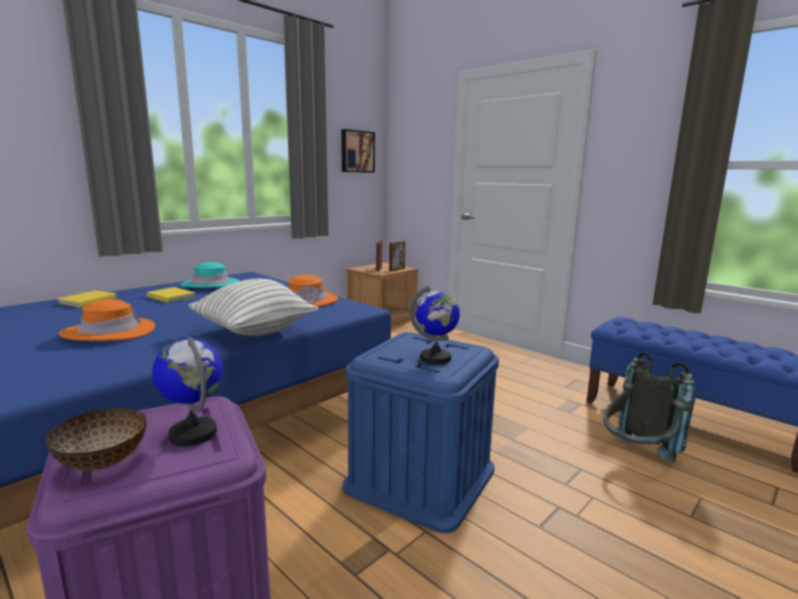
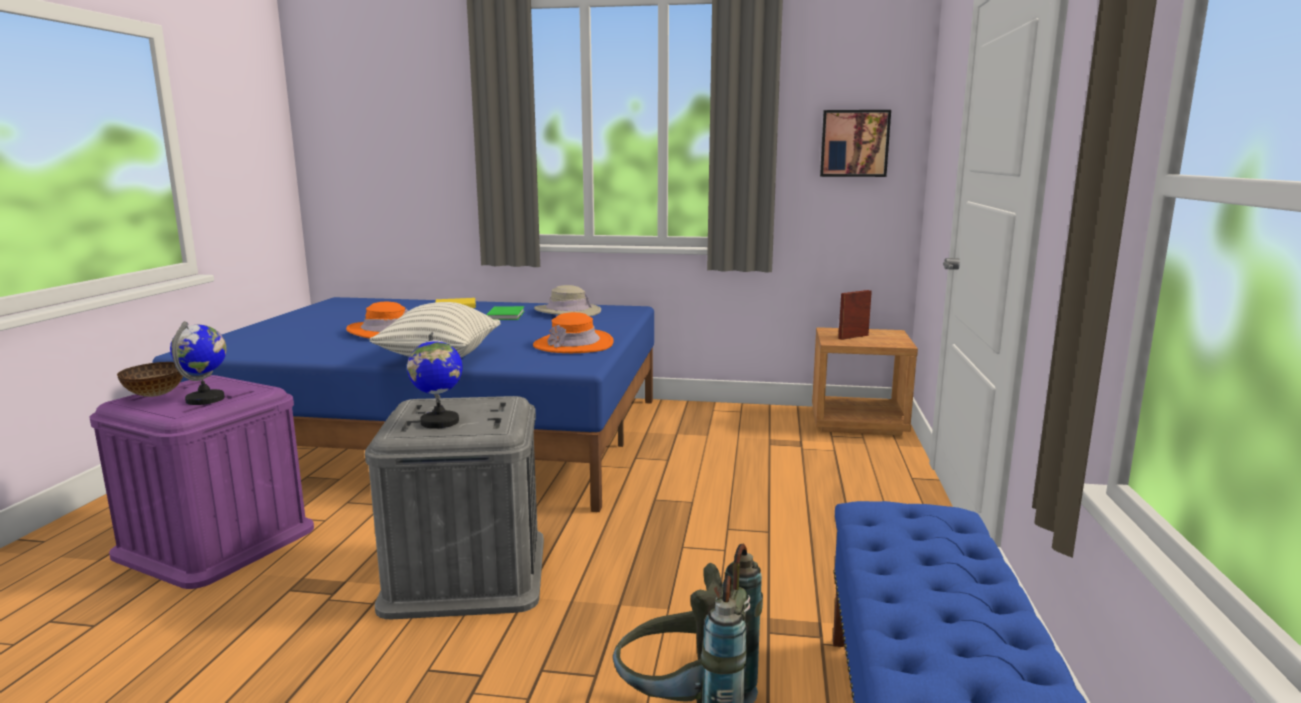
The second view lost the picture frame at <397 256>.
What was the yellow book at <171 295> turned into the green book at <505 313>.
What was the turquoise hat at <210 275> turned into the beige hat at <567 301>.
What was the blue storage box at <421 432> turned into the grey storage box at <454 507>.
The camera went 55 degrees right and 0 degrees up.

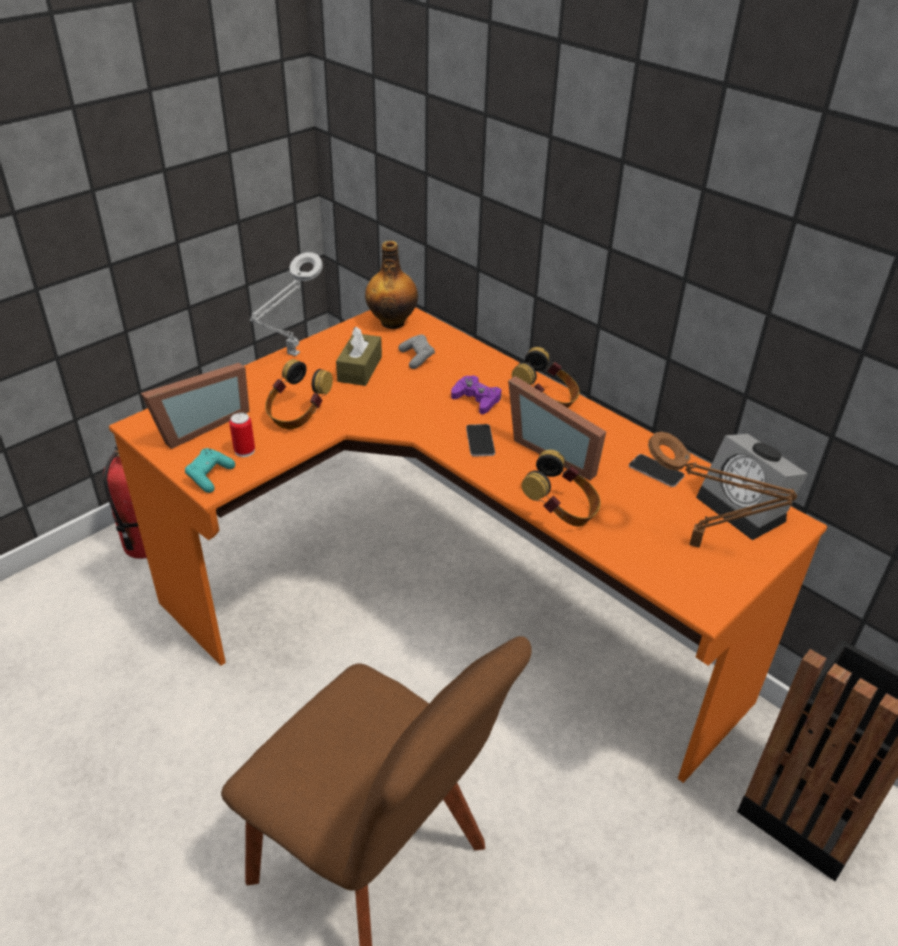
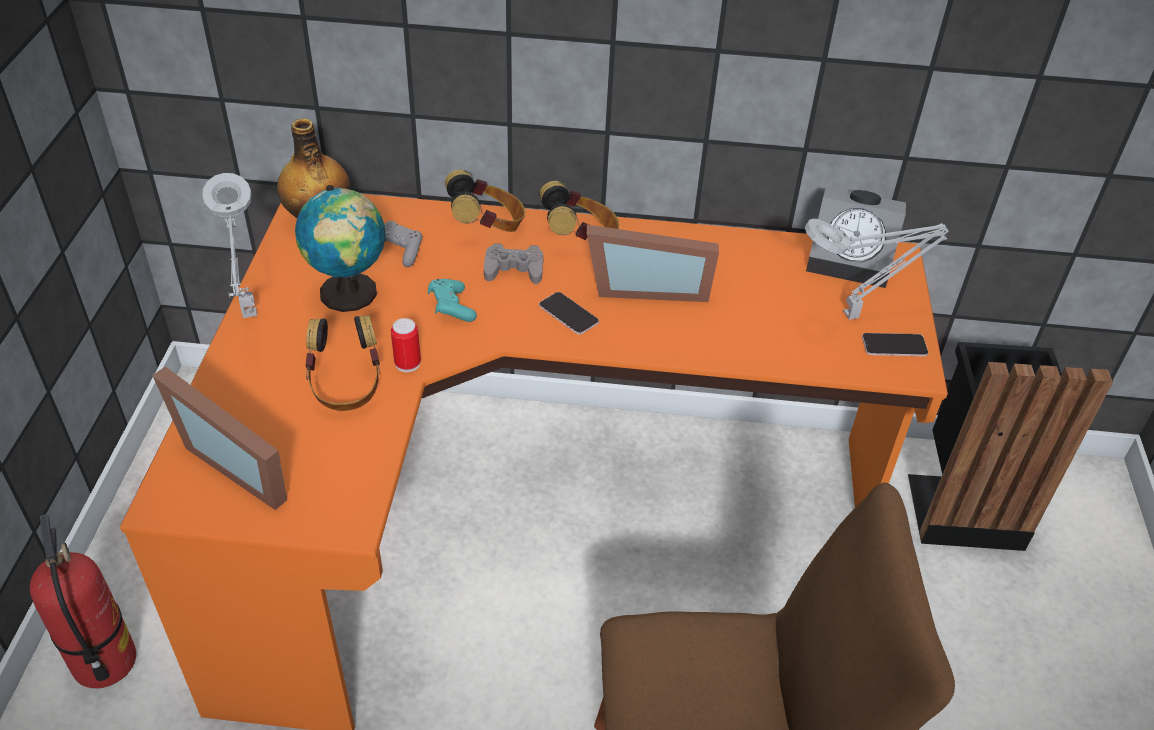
The turquoise game controller ended up elsewhere, having gone from <210 470> to <452 300>.
The can ended up elsewhere, having gone from <242 435> to <406 345>.
The headphones ended up elsewhere, having gone from <561 488> to <485 200>.
The phone ended up elsewhere, having gone from <657 470> to <895 344>.
Where the brown tissue box stood at <359 356>, the globe came to stand at <340 248>.
What was the purple game controller at <476 394> turned into the grey game controller at <513 263>.
What was the brown table lamp at <722 490> turned into the grey table lamp at <877 269>.
The picture frame at <195 406> ended up facing another way, 120 degrees clockwise from before.
The camera went 40 degrees left and 5 degrees up.

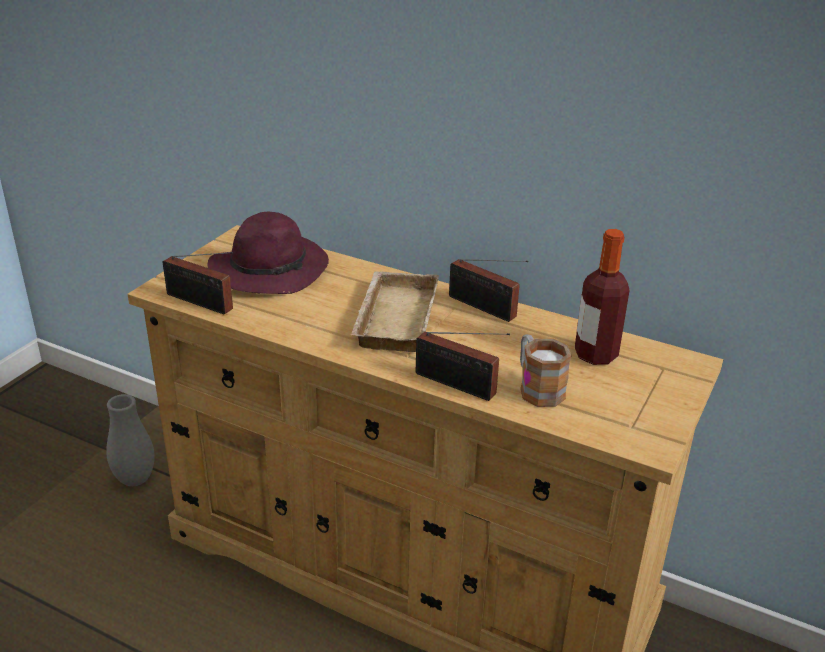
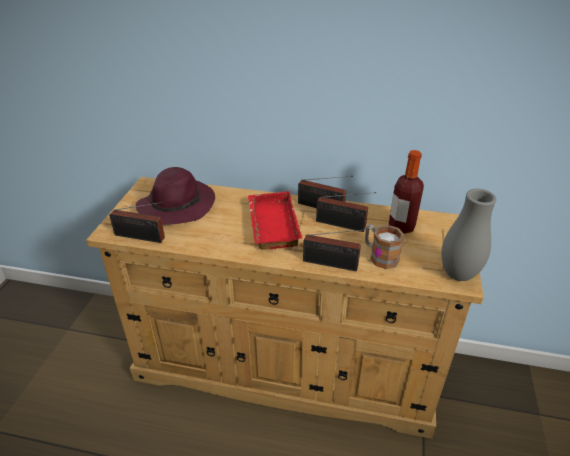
The second view gained the radio at <346 212>.
The grey vase ended up elsewhere, having gone from <130 440> to <469 235>.
What was the beige tray at <395 311> turned into the red tray at <275 220>.
The camera went 15 degrees left and 5 degrees up.

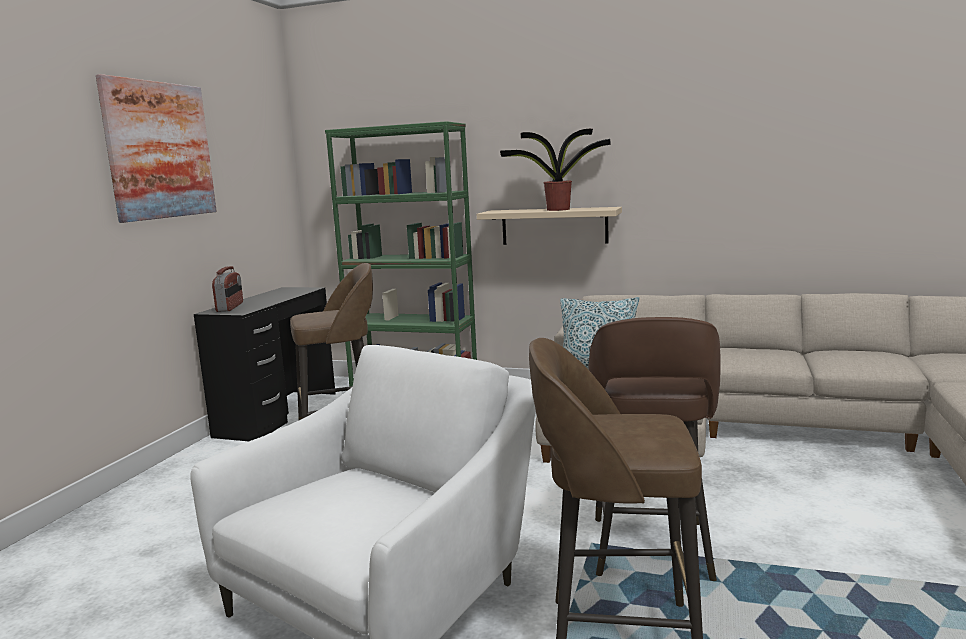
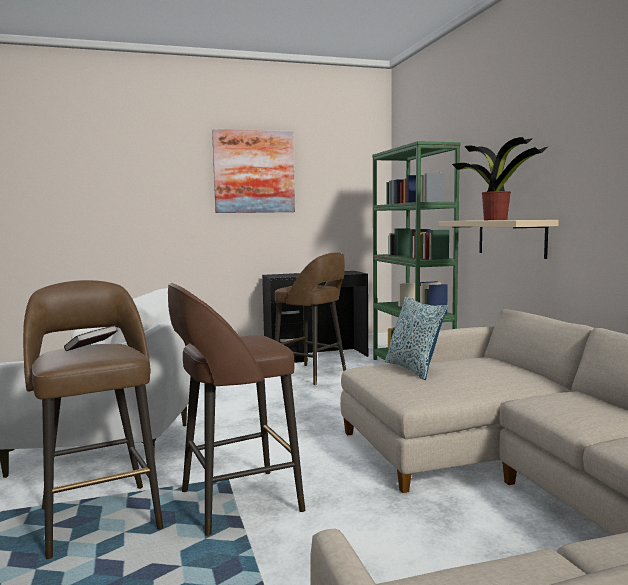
The second view lost the radio at <227 289>.
The second view gained the book at <91 338>.
The camera went 55 degrees right and 5 degrees down.

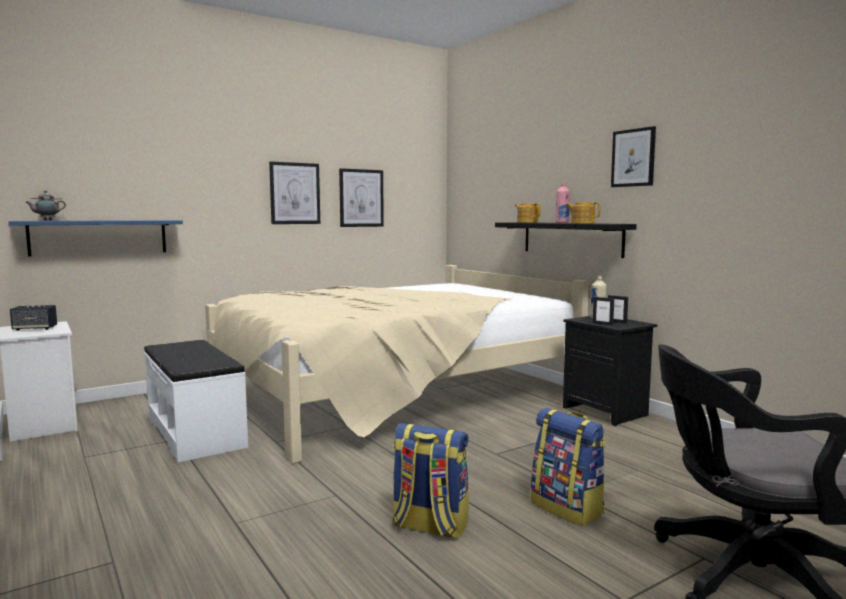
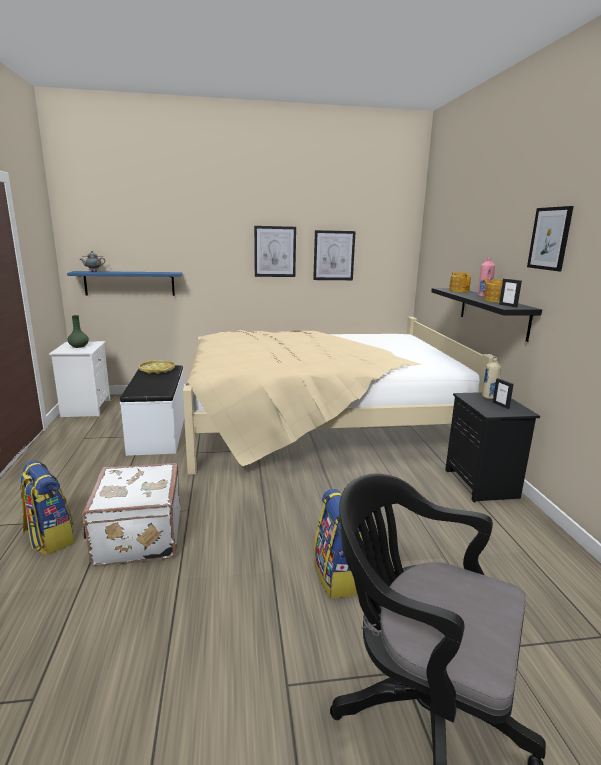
The second view gained the white suitcase at <131 514>.
The second view gained the yellow tray at <157 367>.
The backpack ended up elsewhere, having gone from <430 481> to <47 507>.
The picture frame ended up elsewhere, having gone from <603 311> to <510 293>.
Where the speaker stood at <33 318>, the green vase came to stand at <78 331>.
The camera went 25 degrees right and 10 degrees up.

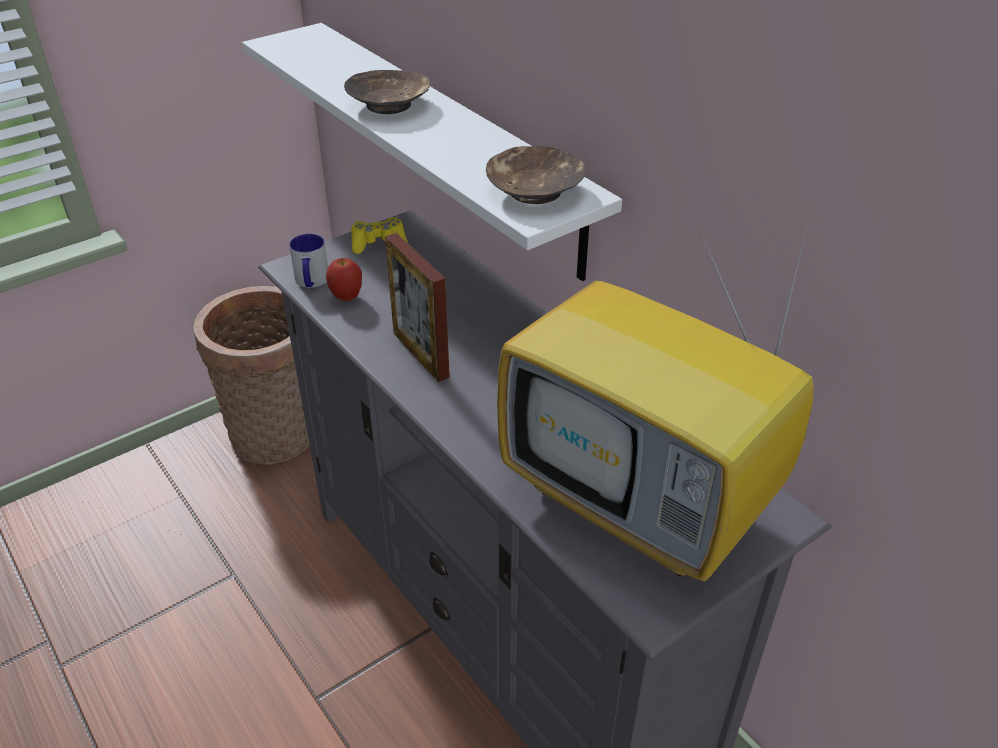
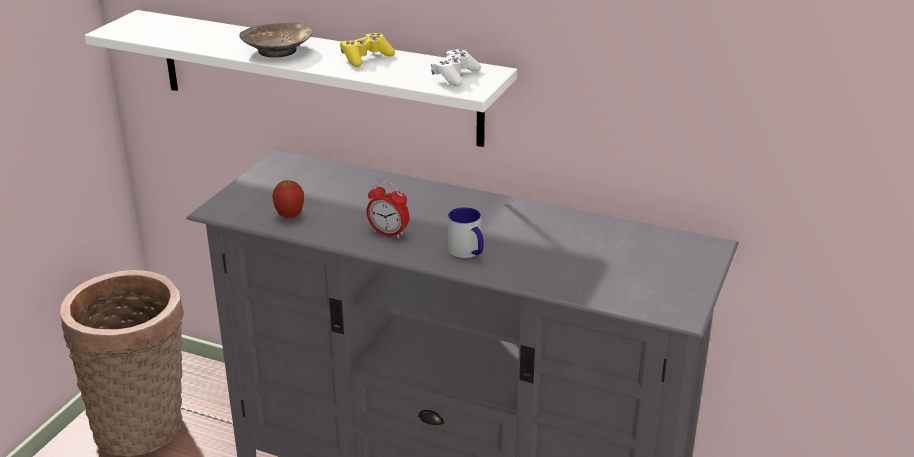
The second view lost the television at <655 391>.
The mug ended up elsewhere, having gone from <308 261> to <466 232>.
The yellow game controller ended up elsewhere, having gone from <379 235> to <367 50>.
Where the picture frame stood at <417 307>, the alarm clock came to stand at <388 210>.
Where the brown bowl stood at <536 175>, the white game controller came to stand at <456 67>.
The camera went 30 degrees left and 10 degrees down.

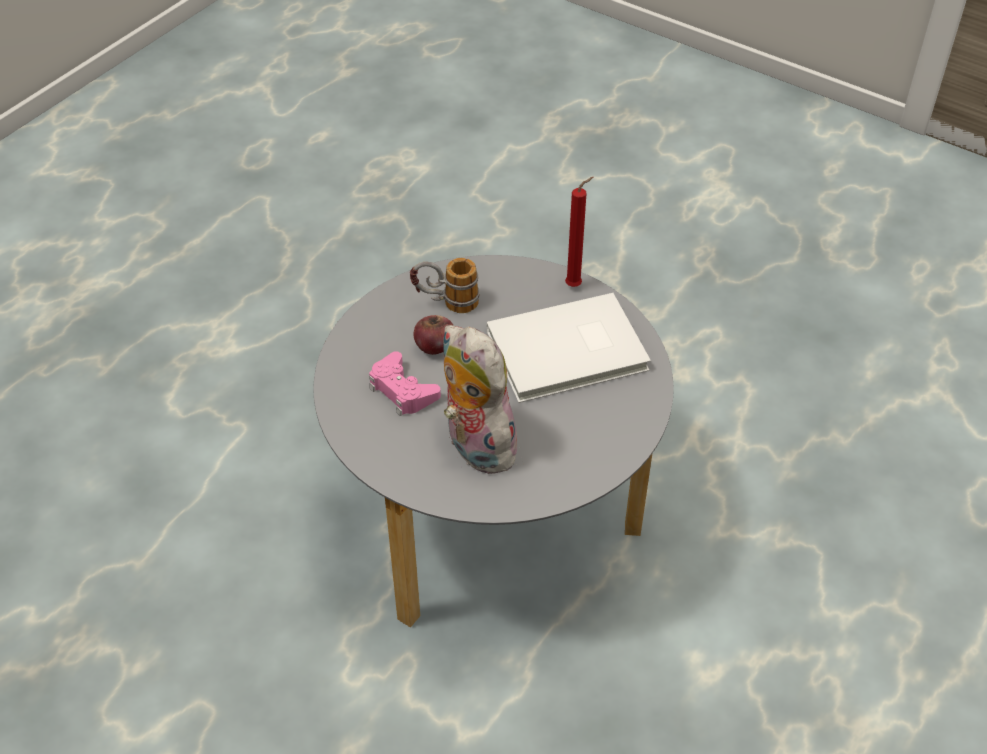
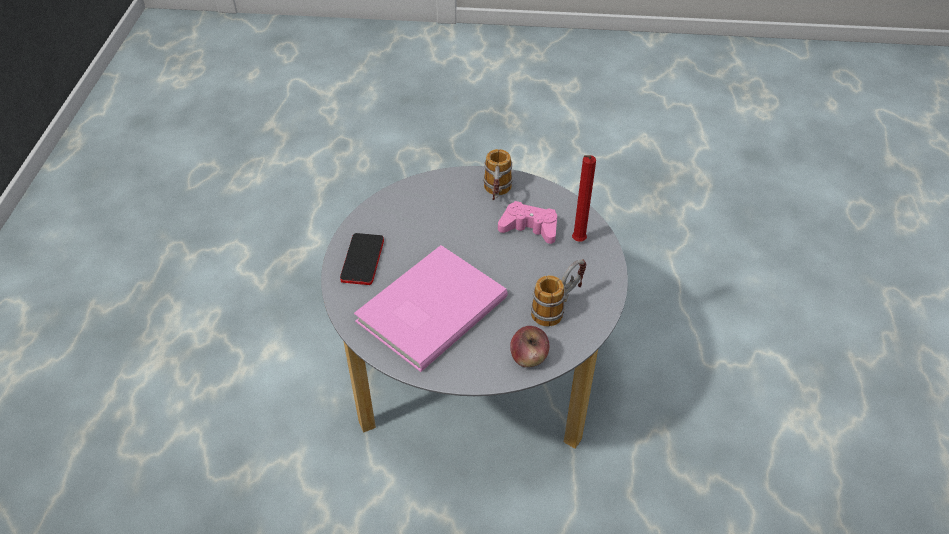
The second view lost the plush toy at <480 399>.
The second view gained the phone at <362 259>.
The second view gained the mug at <498 174>.
The apple ended up elsewhere, having gone from <433 335> to <529 346>.
The red candle ended up elsewhere, having gone from <579 232> to <584 198>.
What was the white book at <568 348> turned into the pink book at <431 308>.
The camera went 150 degrees right and 0 degrees up.

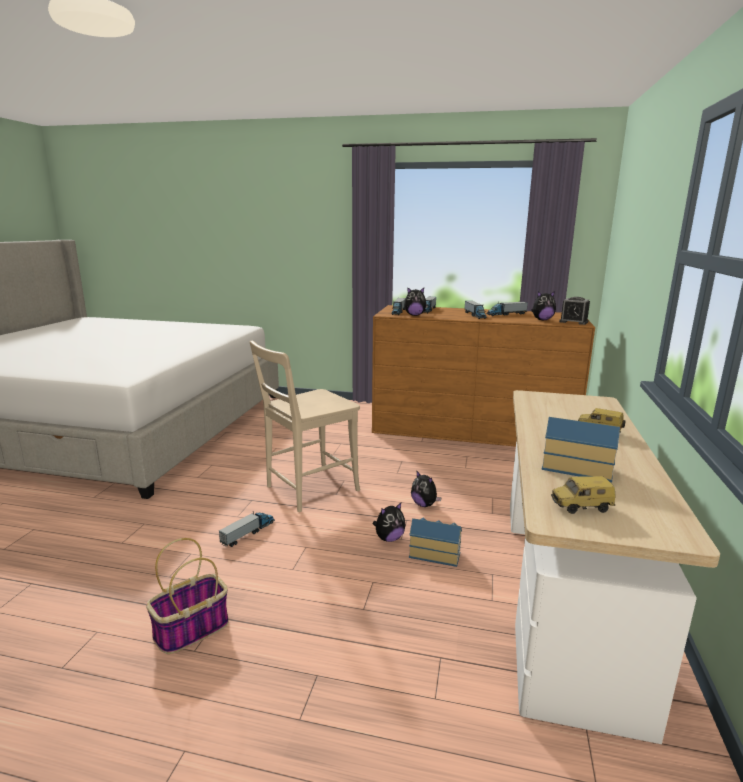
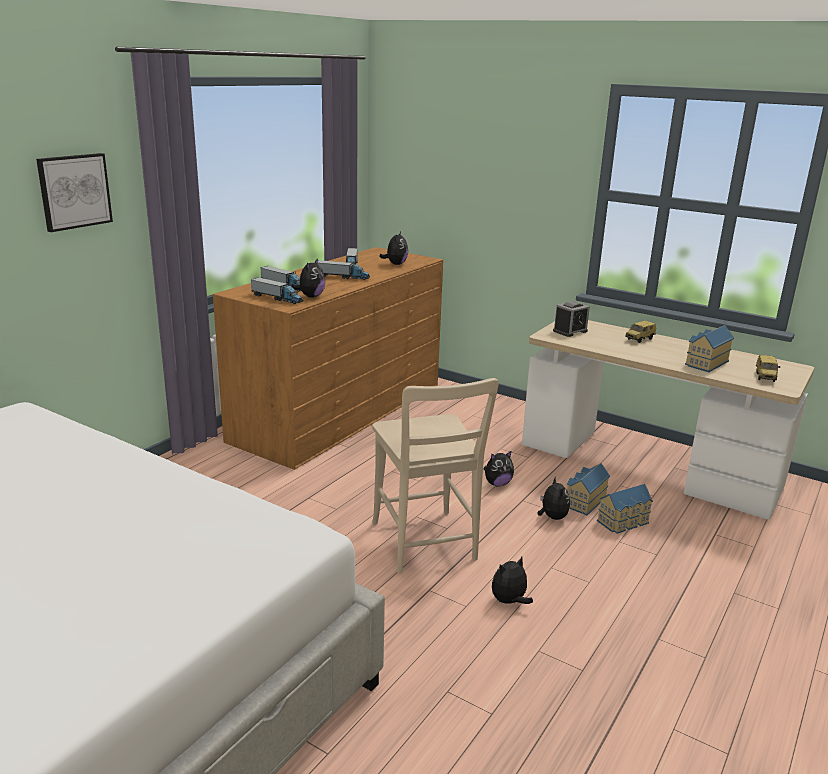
The second view lost the basket at <187 596>.
The second view gained the picture at <74 192>.
The second view gained the toy house at <625 509>.
The alarm clock ended up elsewhere, having gone from <574 311> to <571 319>.
Where the toy truck stood at <247 529>, the plush toy came to stand at <512 580>.
The camera went 70 degrees left and 5 degrees up.

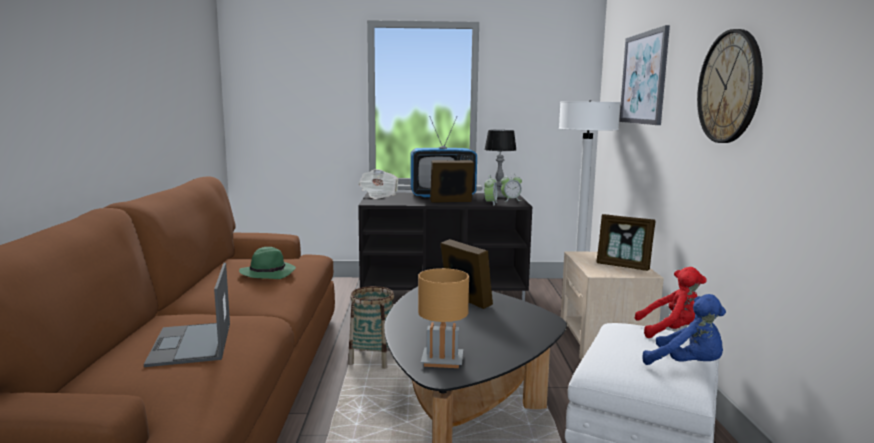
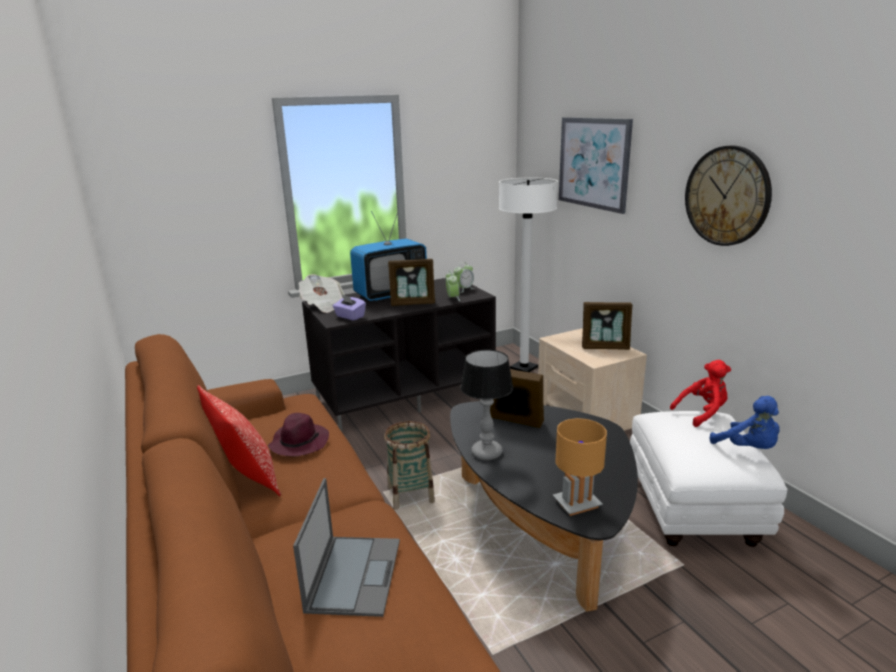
The second view gained the pillow at <239 440>.
The second view gained the purple tissue box at <349 307>.
The table lamp ended up elsewhere, having gone from <500 164> to <487 405>.
What was the green hat at <267 263> turned into the purple hat at <298 434>.
The laptop at <187 315> ended up facing another way, 135 degrees counterclockwise from before.
The picture frame at <452 181> ended up facing another way, 150 degrees counterclockwise from before.
The blue plush toy at <684 329> ended up facing another way, 45 degrees clockwise from before.
The camera went 25 degrees left and 10 degrees up.

